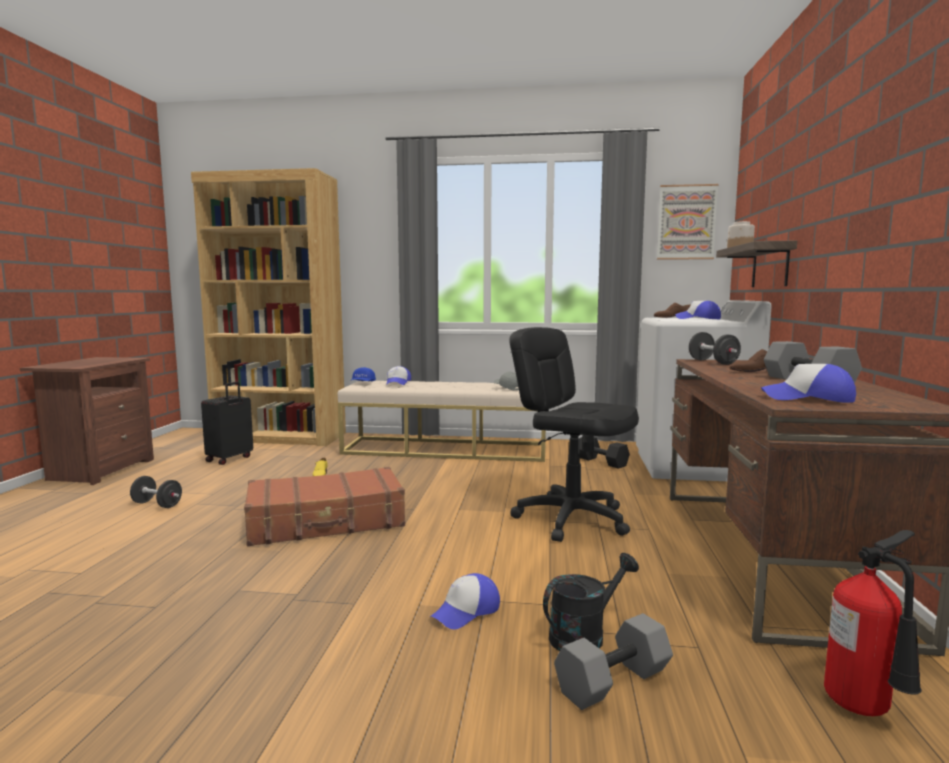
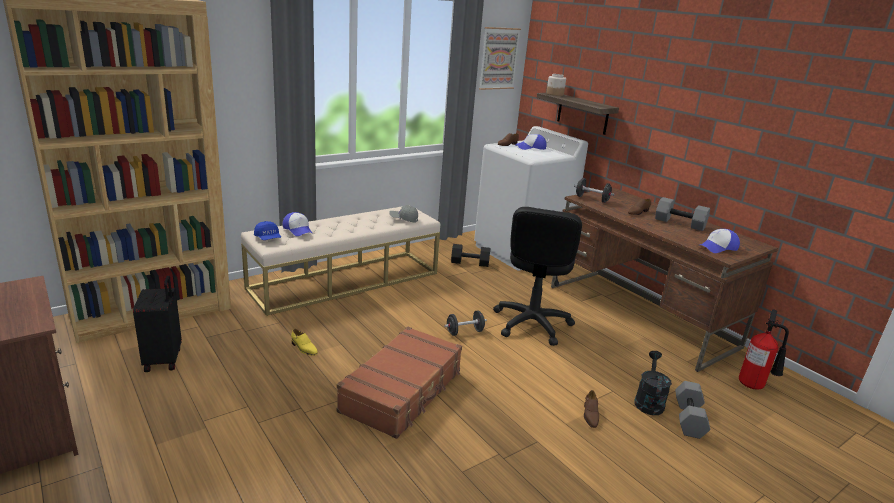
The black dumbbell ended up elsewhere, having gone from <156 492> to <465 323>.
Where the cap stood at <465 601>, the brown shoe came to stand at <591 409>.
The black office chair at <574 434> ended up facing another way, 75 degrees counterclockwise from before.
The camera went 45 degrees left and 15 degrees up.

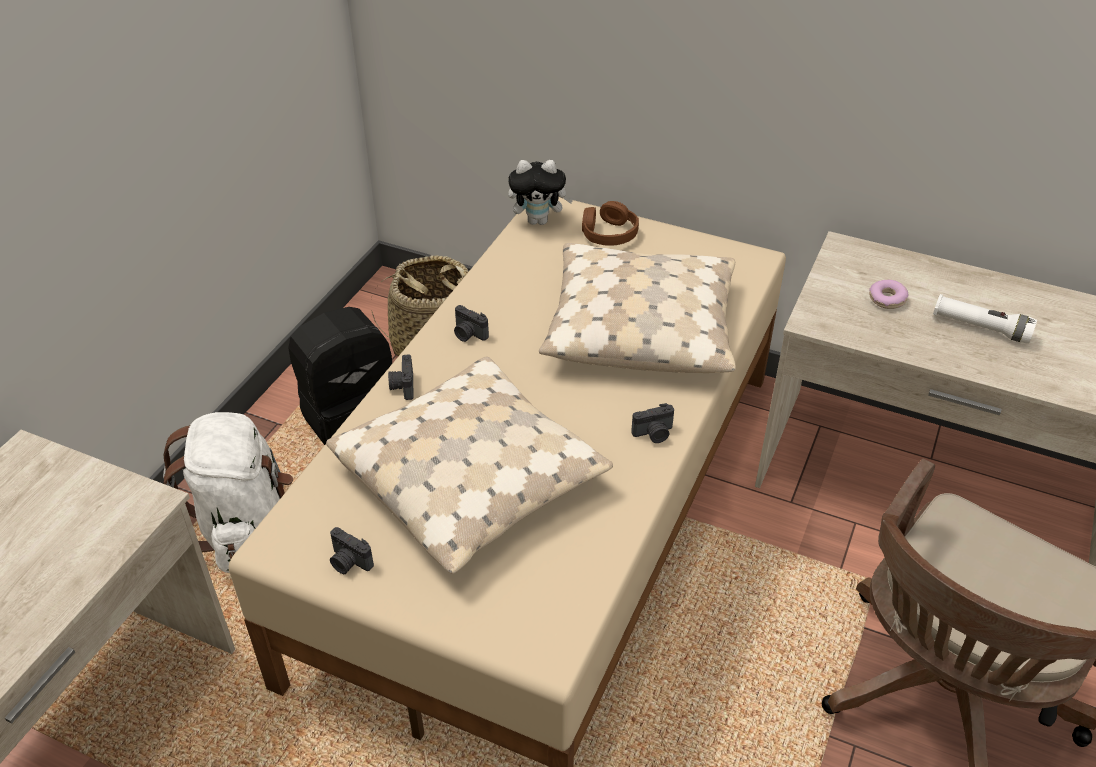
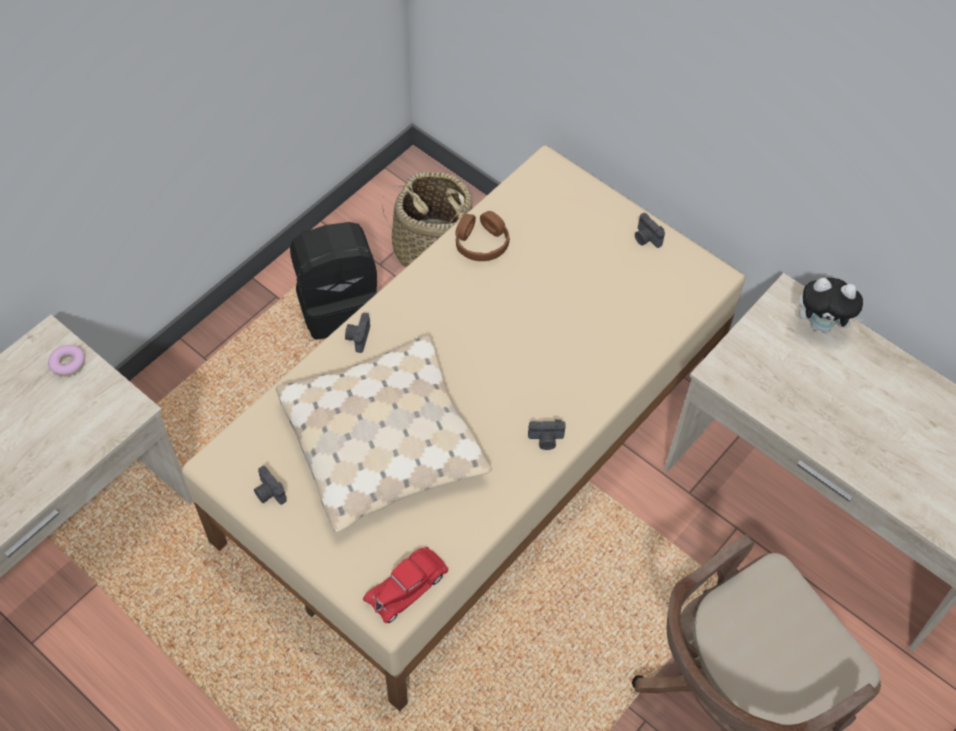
The second view lost the white backpack at <228 492>.
The second view lost the beige pillow at <637 308>.
The second view lost the white flashlight at <985 319>.
The second view gained the red toy car at <405 585>.
The photo camera ended up elsewhere, having gone from <471 323> to <650 230>.
The plush toy ended up elsewhere, having gone from <541 192> to <831 305>.
The brown headphones ended up elsewhere, having gone from <610 223> to <482 236>.
The donut ended up elsewhere, having gone from <888 294> to <66 361>.
The camera went 15 degrees right and 15 degrees up.

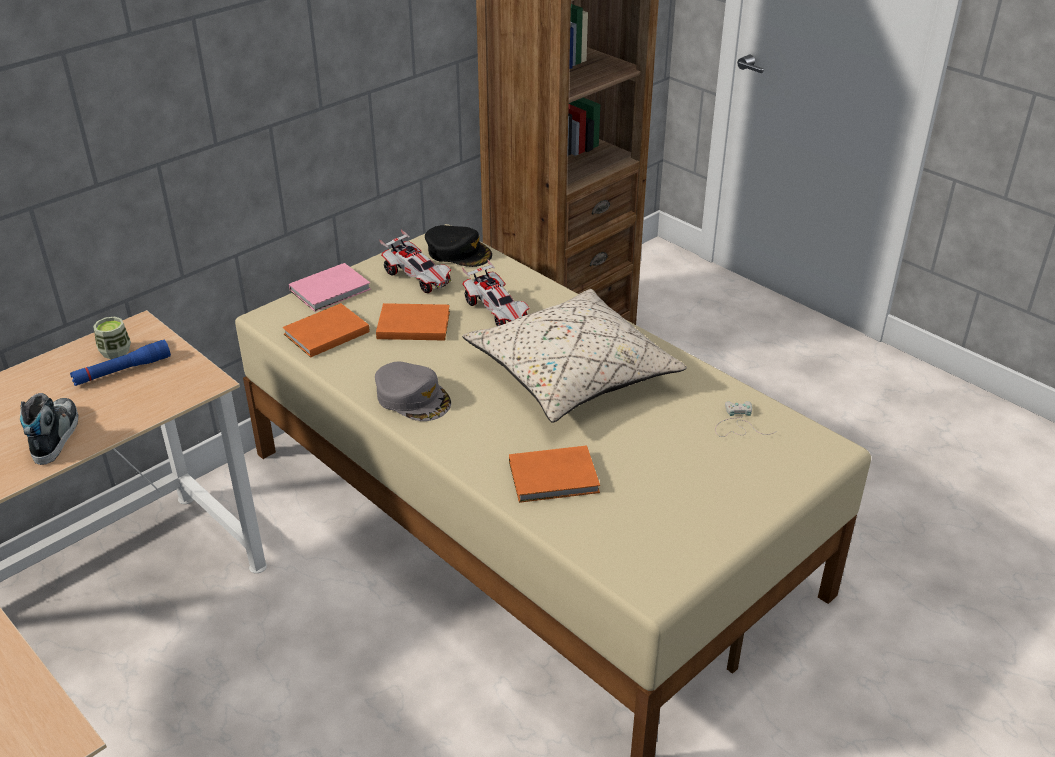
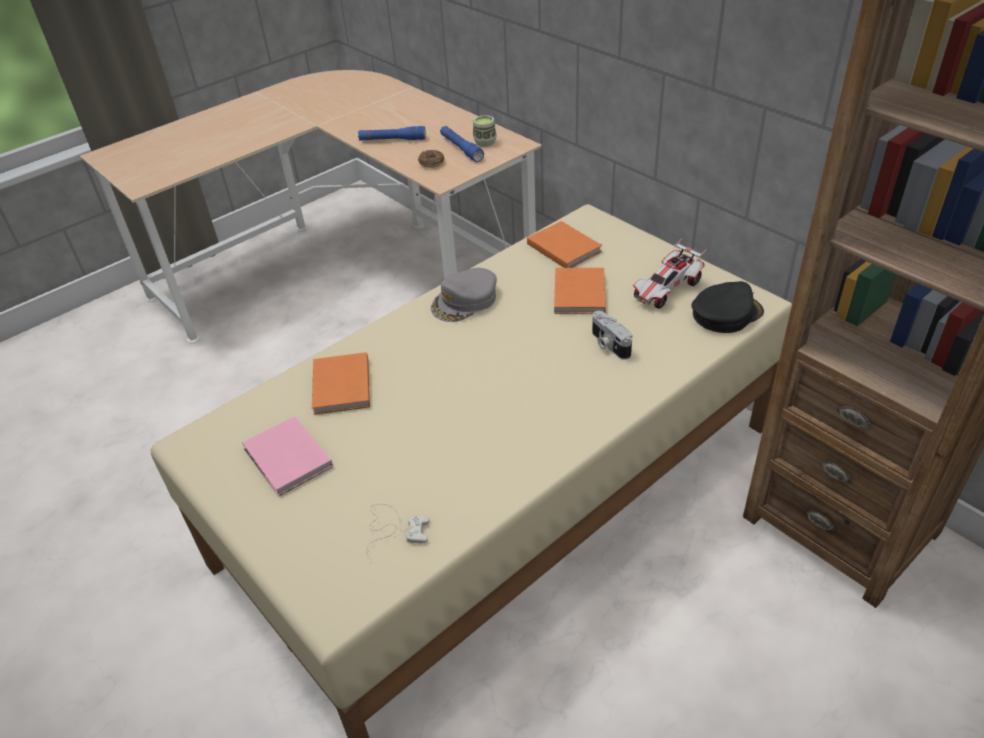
The second view lost the beige pillow at <574 356>.
The second view gained the donut at <431 159>.
The pink book ended up elsewhere, having gone from <330 287> to <287 456>.
Where the shoe stood at <49 429>, the blue flashlight came to stand at <392 133>.
Where the toy car stood at <496 292>, the photo camera came to stand at <612 335>.
The black cap at <458 246> ended up facing another way, 150 degrees counterclockwise from before.
The camera went 95 degrees right and 5 degrees up.

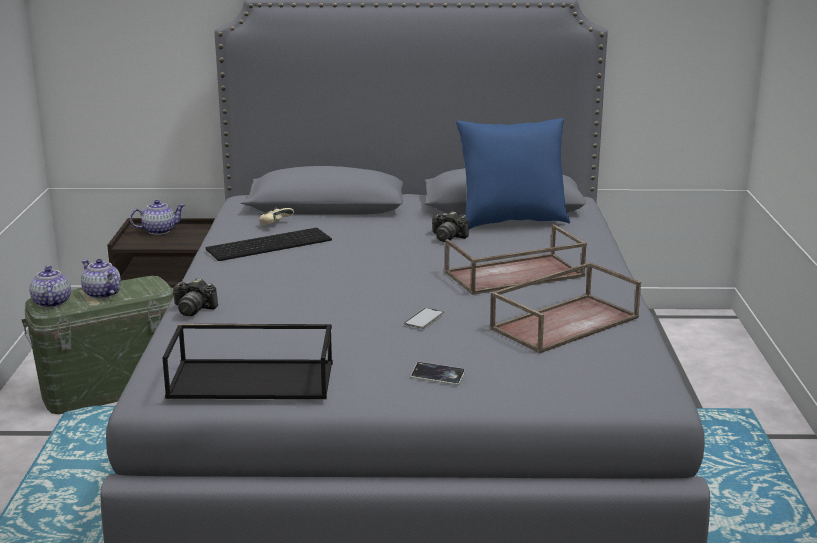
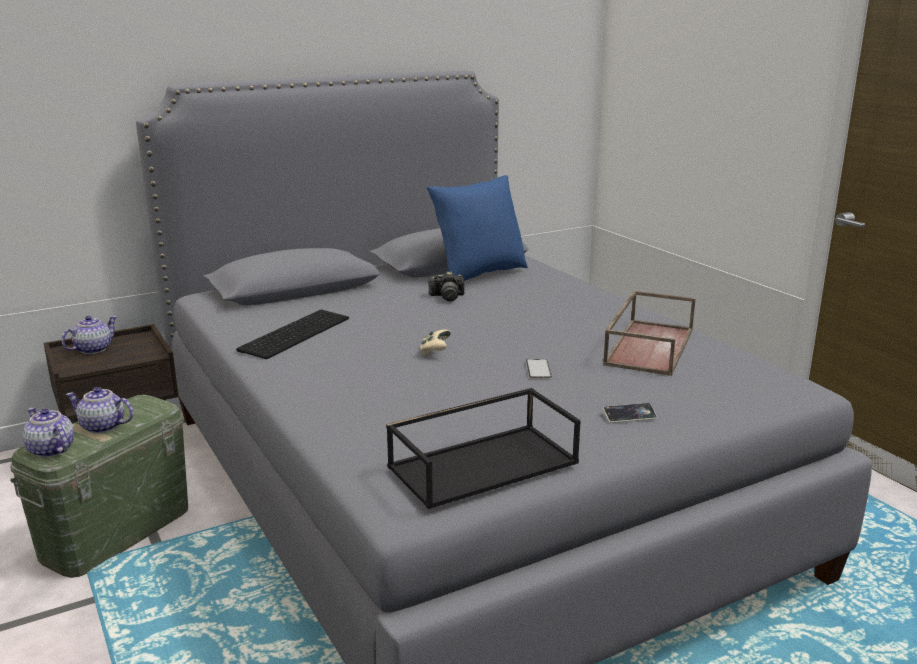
The second view lost the photo camera at <195 297>.
The second view lost the brown tray at <516 259>.
The beige game controller ended up elsewhere, having gone from <276 216> to <435 342>.
The camera went 30 degrees left and 0 degrees up.

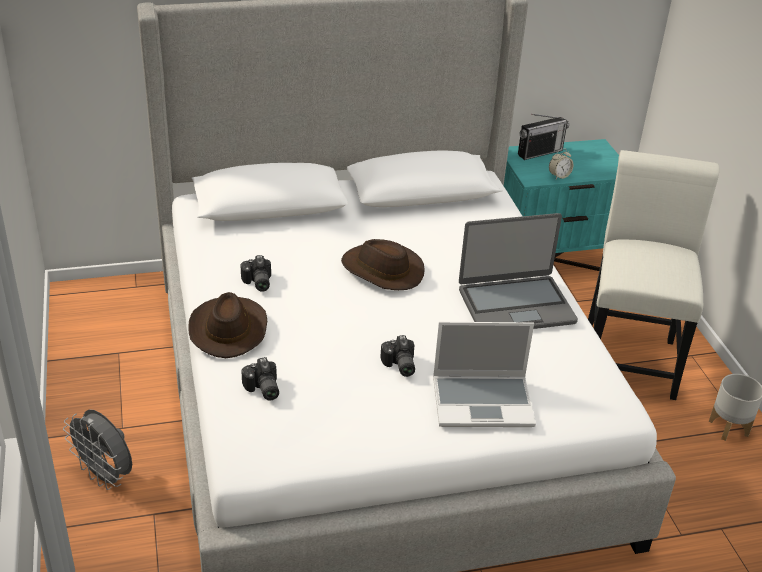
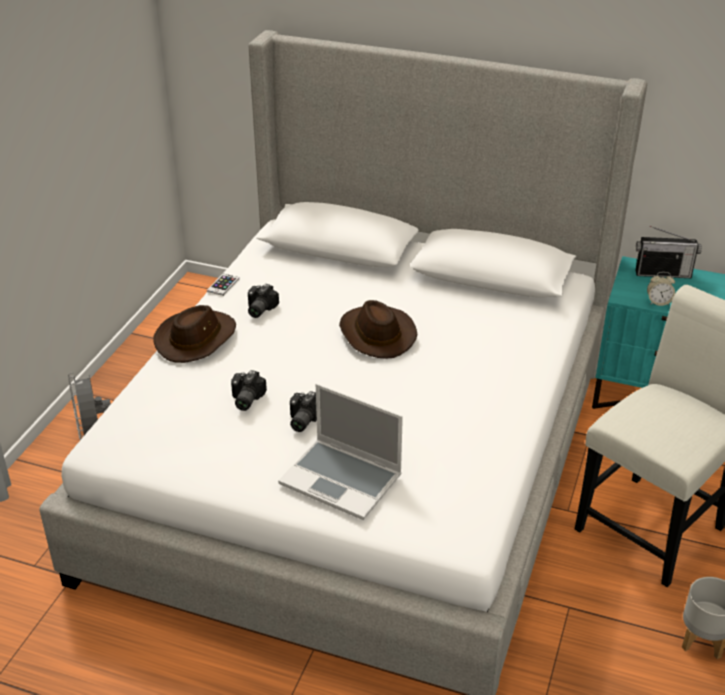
The second view lost the laptop at <518 271>.
The second view gained the phone at <223 285>.
The photo camera ended up elsewhere, having gone from <260 379> to <249 390>.
The camera went 35 degrees right and 0 degrees up.

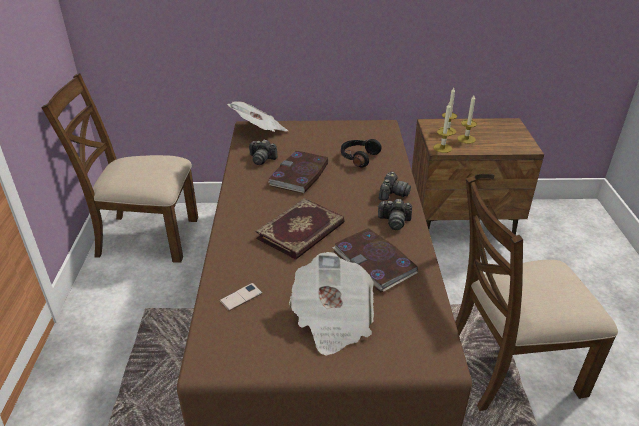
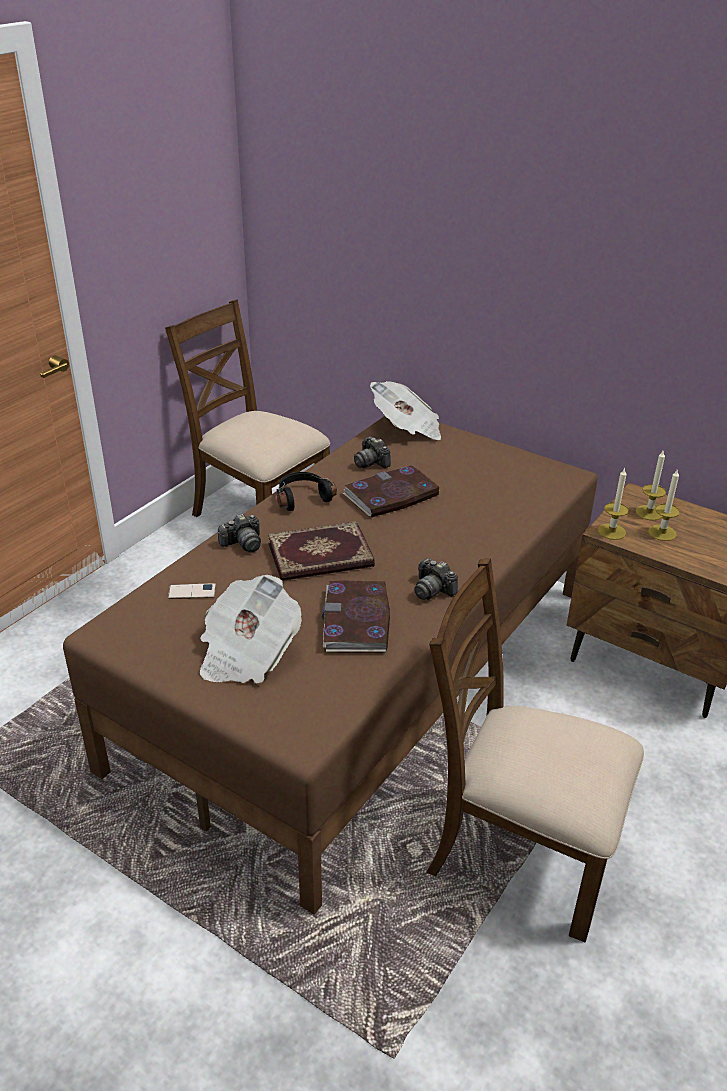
The black headphones ended up elsewhere, having gone from <361 153> to <306 491>.
The photo camera ended up elsewhere, having gone from <395 186> to <239 533>.
The camera went 35 degrees right and 0 degrees up.

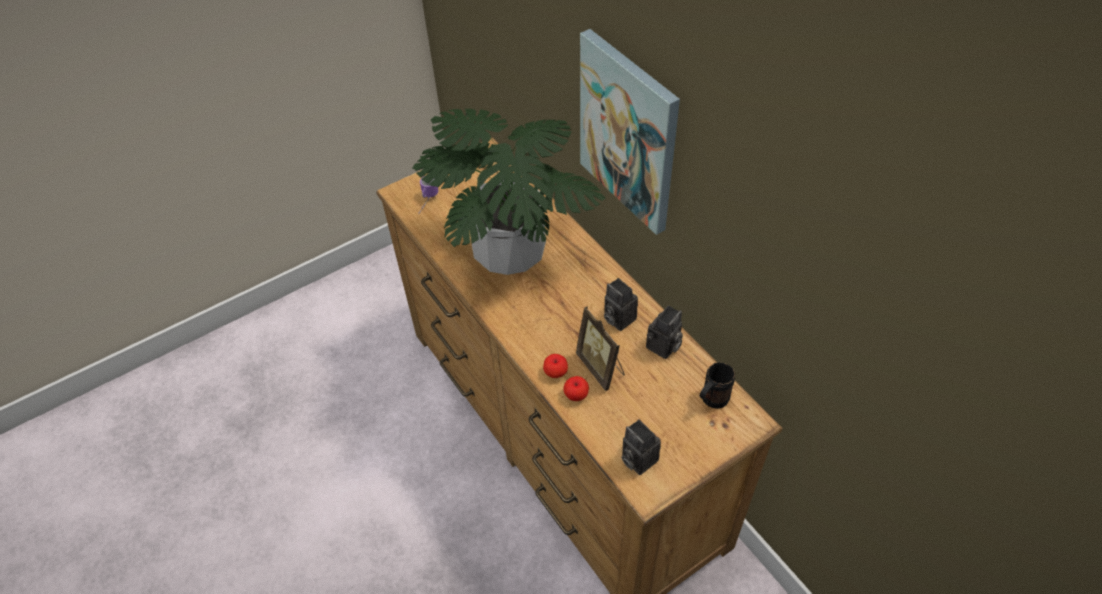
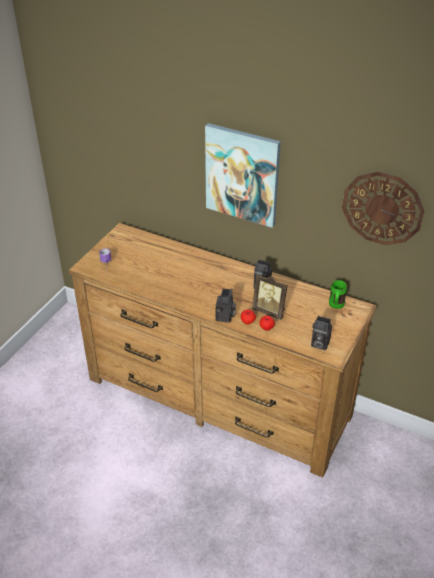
The second view lost the potted plant at <509 192>.
The second view gained the wall clock at <383 208>.
The photo camera ended up elsewhere, having gone from <664 332> to <225 305>.
What was the black mug at <717 385> turned into the green mug at <338 294>.
The camera went 30 degrees left and 10 degrees down.

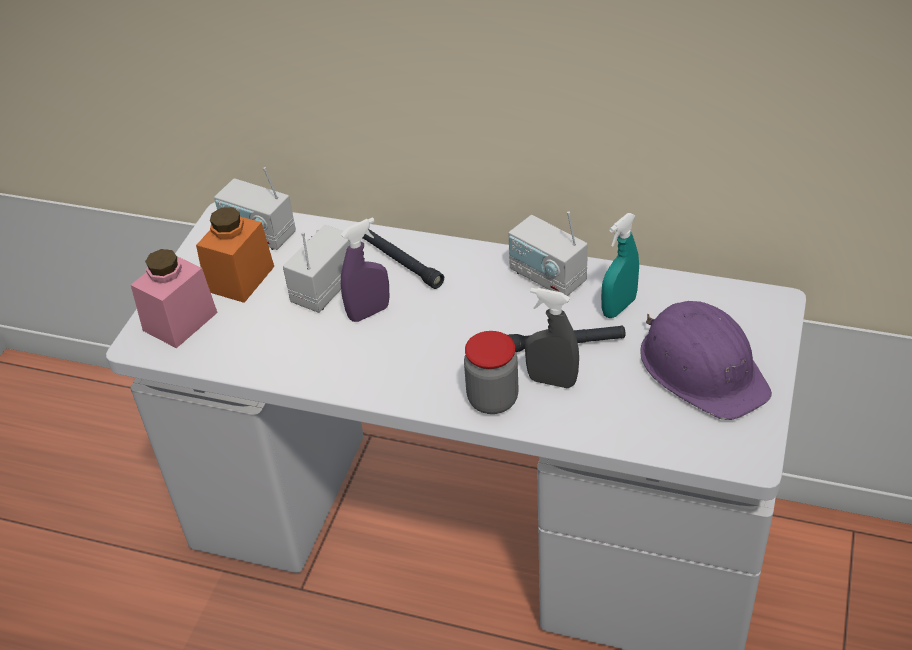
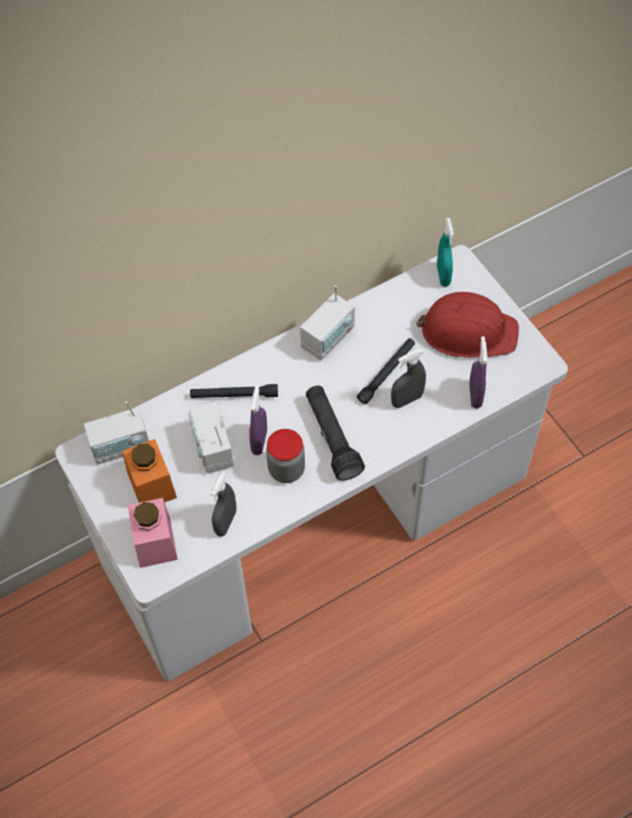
The second view gained the grey spray bottle at <223 504>.
The second view gained the black flashlight at <335 433>.
The second view gained the purple spray bottle at <478 372>.
The jar ended up elsewhere, having gone from <491 372> to <285 456>.
The turquoise spray bottle ended up elsewhere, having gone from <620 265> to <445 252>.
What was the purple hard hat at <706 360> turned into the red hard hat at <467 325>.
The radio at <548 253> ended up facing another way, 45 degrees counterclockwise from before.
The camera went 50 degrees left and 15 degrees up.

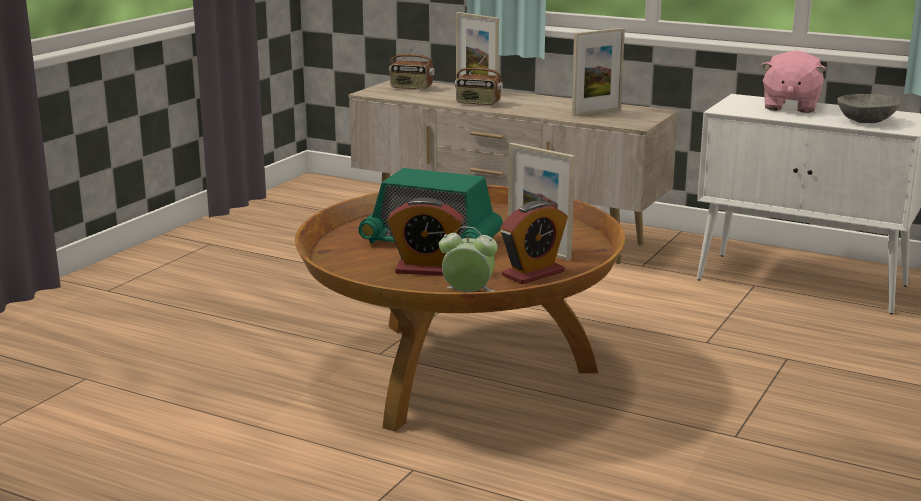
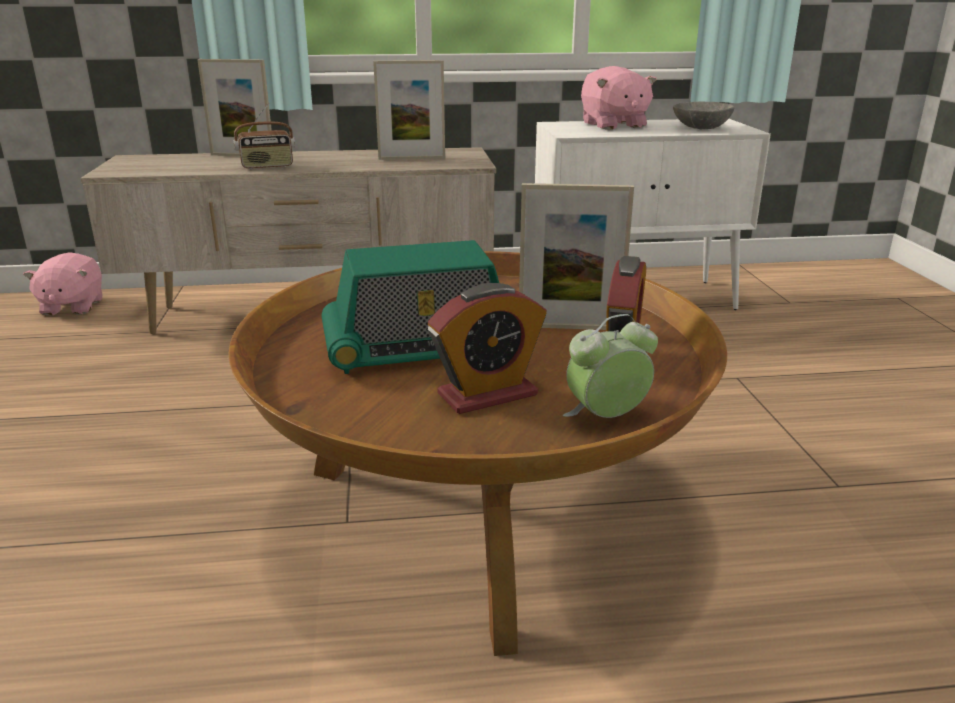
The second view lost the radio at <411 65>.
The second view gained the pink plush toy at <63 284>.
The picture frame at <598 72> ended up facing another way, 60 degrees clockwise from before.
The camera went 35 degrees left and 5 degrees up.

